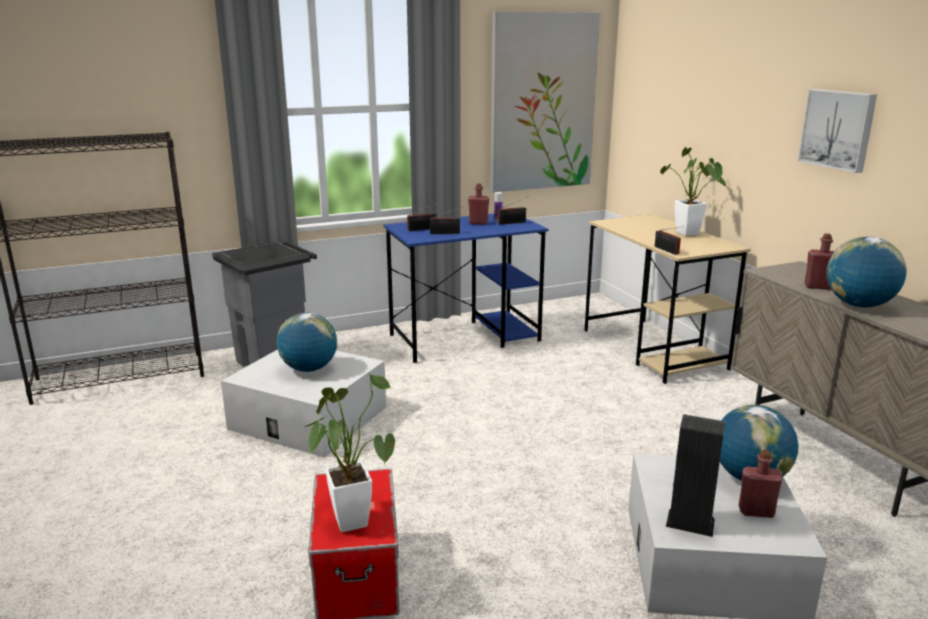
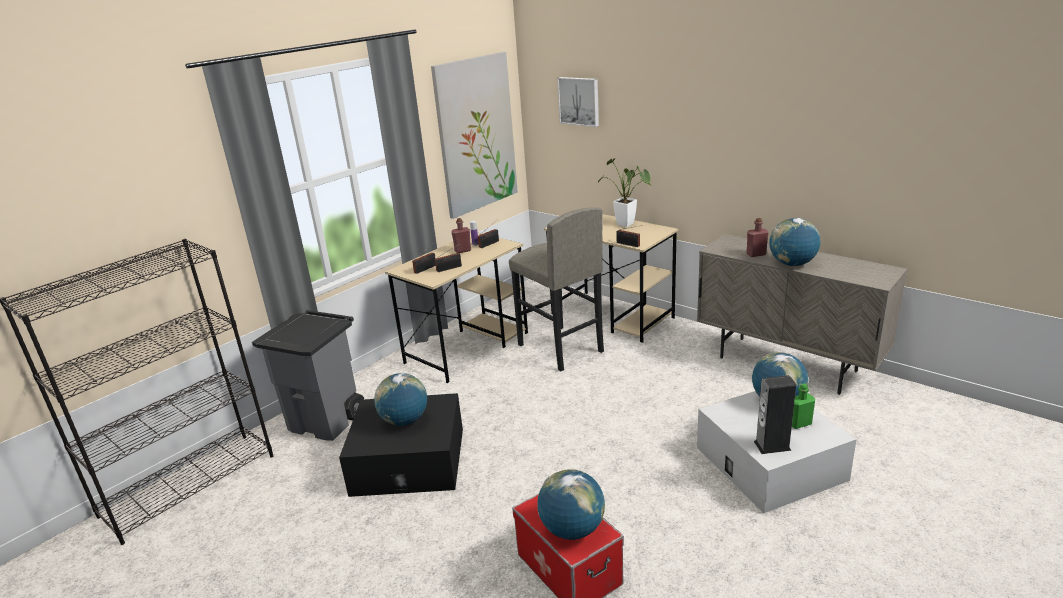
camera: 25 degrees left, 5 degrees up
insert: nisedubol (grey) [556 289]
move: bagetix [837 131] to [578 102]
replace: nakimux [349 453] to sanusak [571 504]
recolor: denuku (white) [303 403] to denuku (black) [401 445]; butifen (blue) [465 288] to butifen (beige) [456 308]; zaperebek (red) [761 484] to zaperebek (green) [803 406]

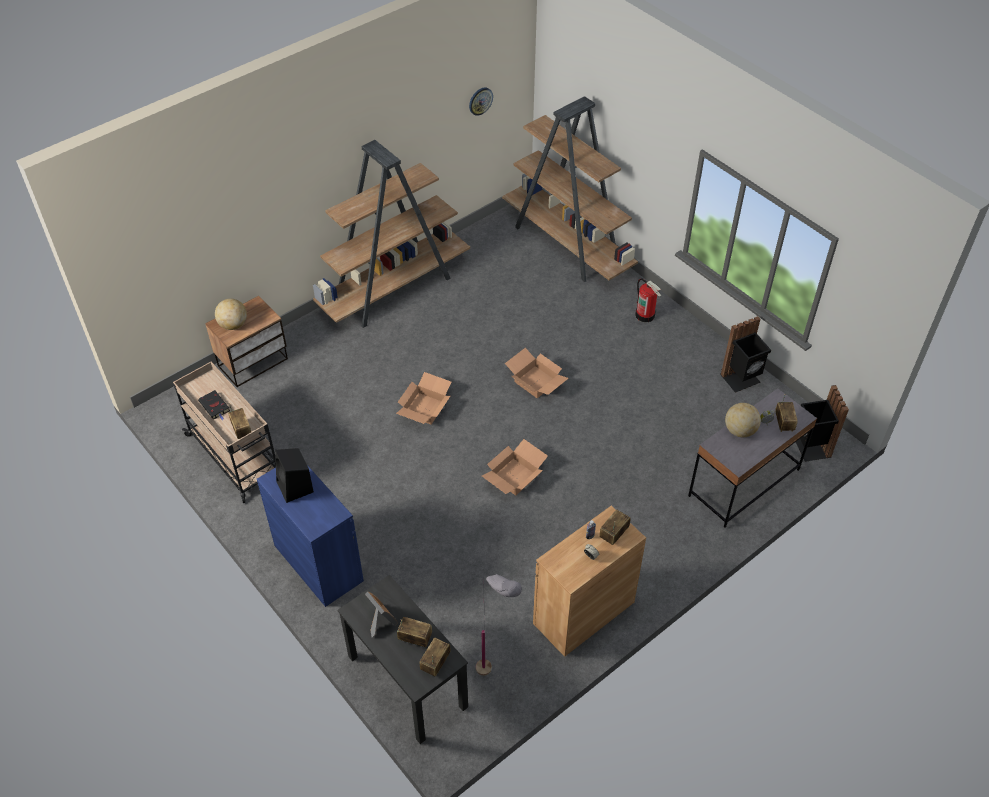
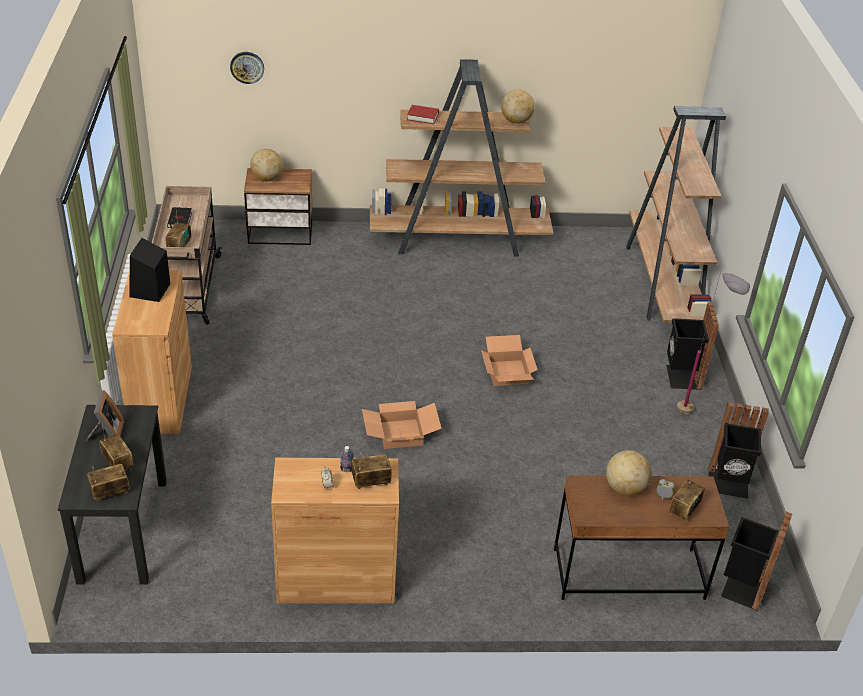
camera: 35 degrees right, 10 degrees down
delete: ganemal [423 398]
insert: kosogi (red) [423 114]; sanusak [518 106]
move: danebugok [481 102] to [247 68]; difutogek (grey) [499 625] to [713 343]
replace: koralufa [648 300] to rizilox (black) [692 346]
recolor: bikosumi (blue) [310 536] to bikosumi (brown) [152 352]; butifen (grey) [752 458] to butifen (brown) [641 537]

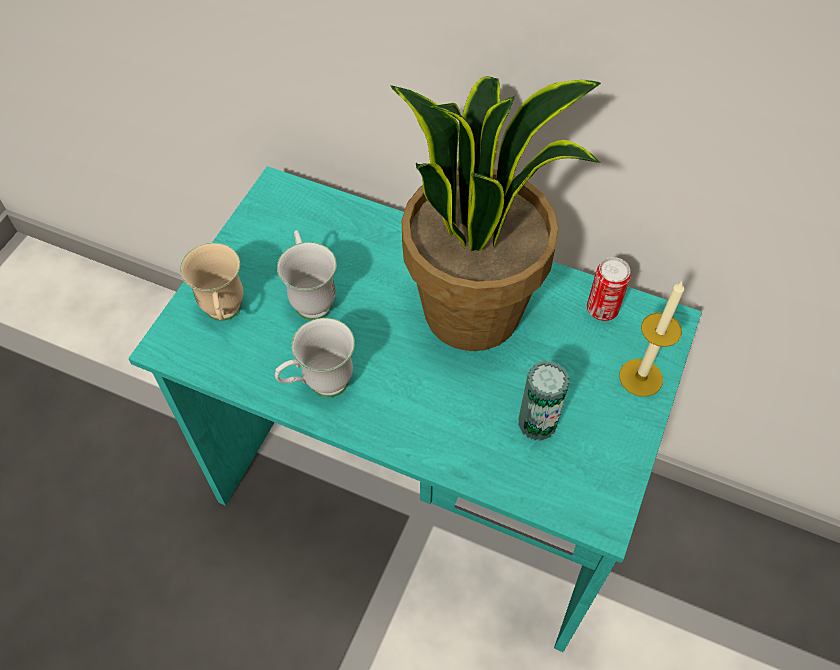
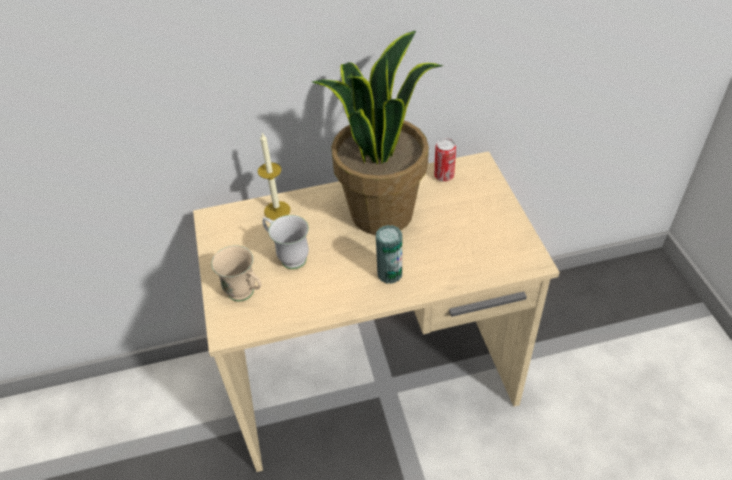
camera: 35 degrees left, 10 degrees down
delete: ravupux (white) [315 357]
move: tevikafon [544 400] to [389 254]; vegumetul [651 339] to [274 176]
recolor: butifen (turquoise) [415 409] to butifen (beige) [376 311]

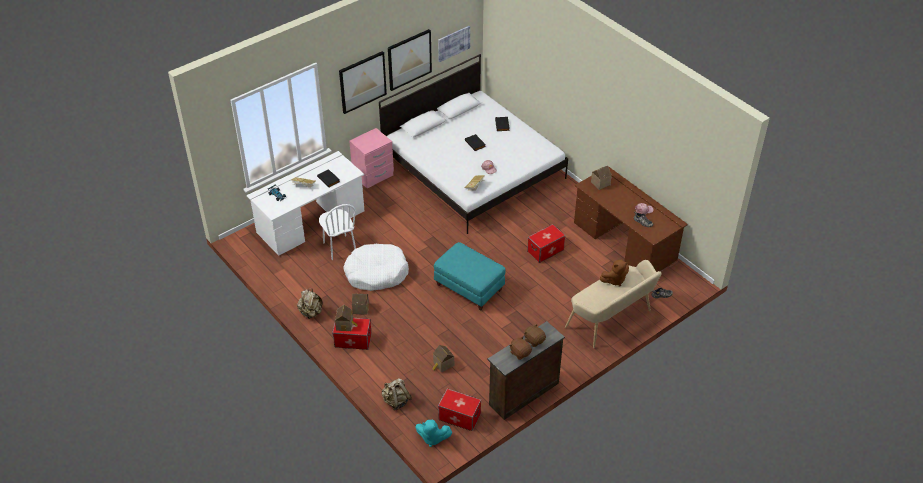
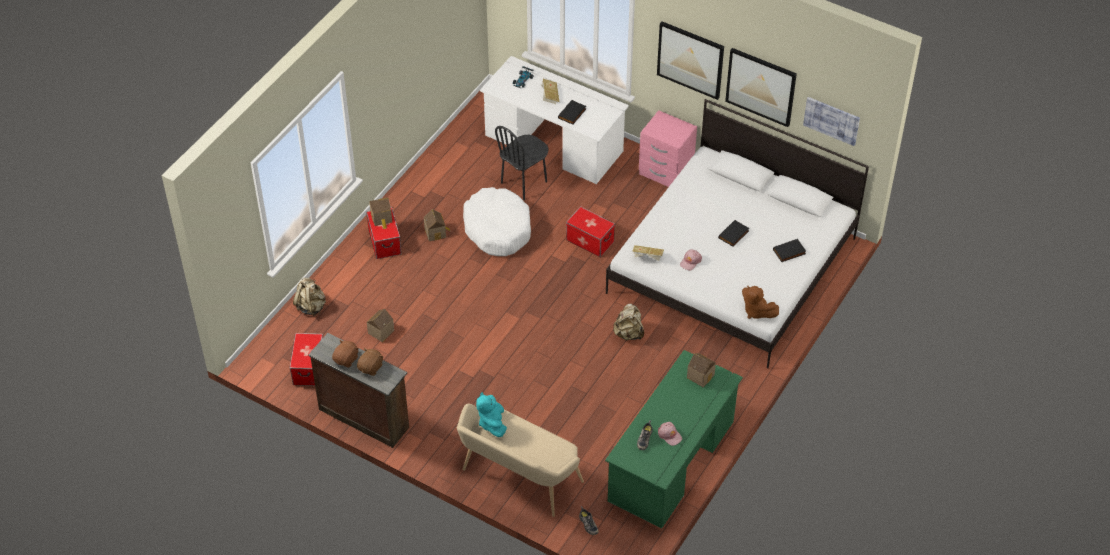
camera: 70 degrees right, 5 degrees up
delete: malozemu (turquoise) [470 276]
move: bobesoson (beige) [310 303] to [628 322]; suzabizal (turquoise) [433 433] to [491 414]; denuku [546 243] to [590 231]; suzabizal (brown) [614 273] to [760 302]
recolor: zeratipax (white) [337 232] to zeratipax (black) [522 163]; butifen (brown) [631 219] to butifen (green) [674 439]

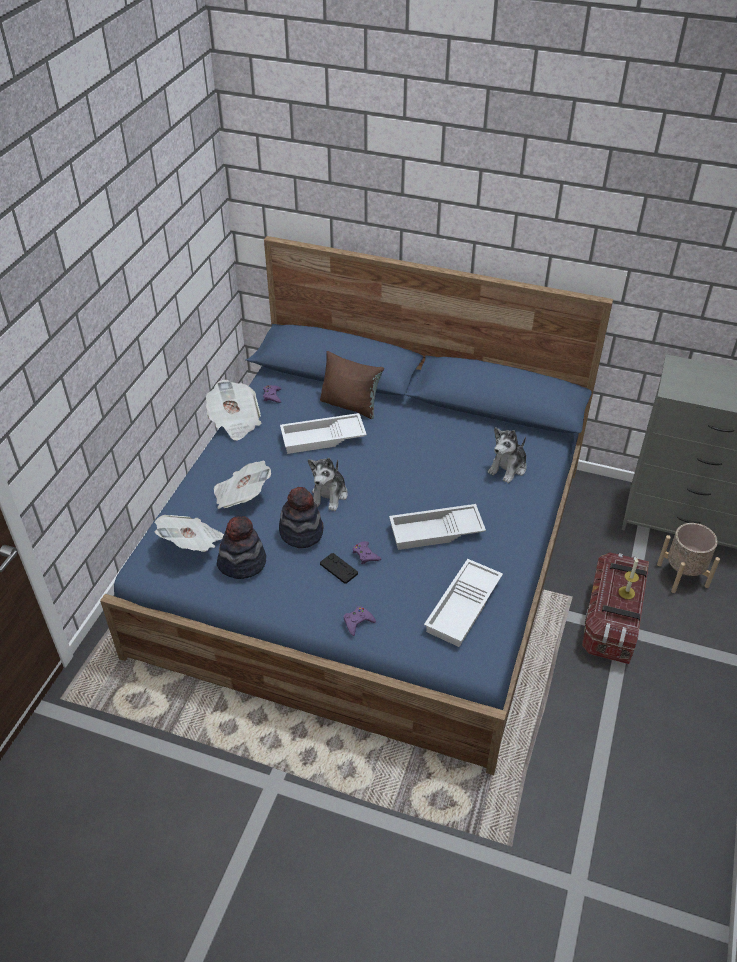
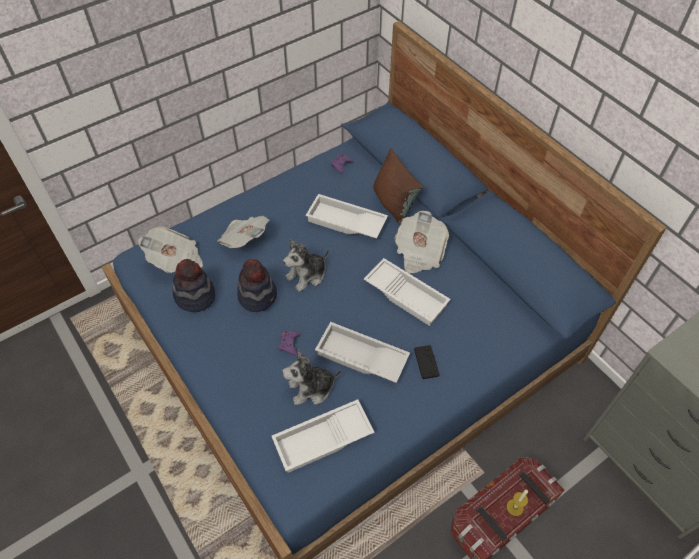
camera: 35 degrees right, 10 degrees up
delete: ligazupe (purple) [360 621]; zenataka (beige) [688 558]
insert: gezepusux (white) [407 292]
move: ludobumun [233 410] to [422 242]; ligazupe (black) [339 568] to [427 362]; suzabizal [507 455] to [311 377]

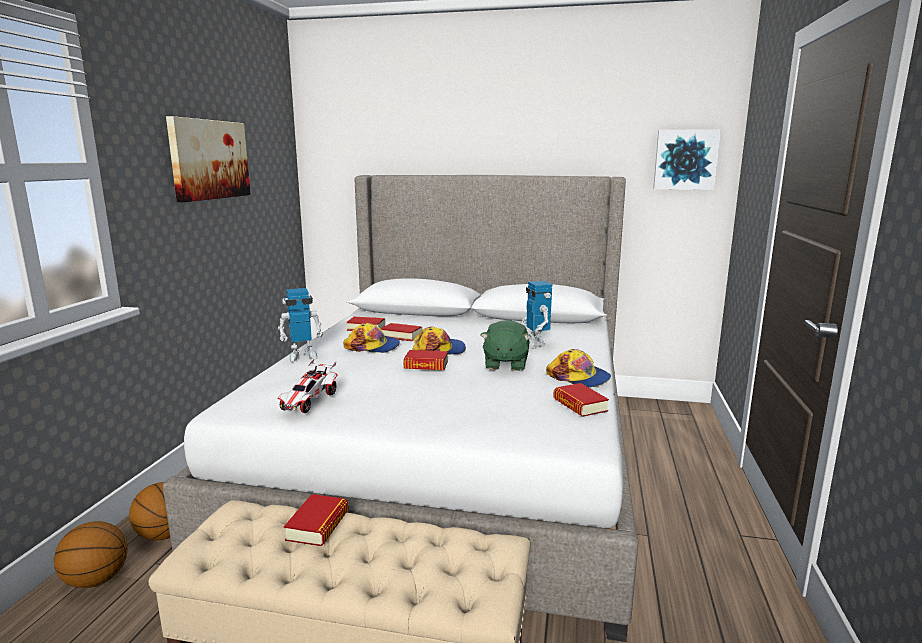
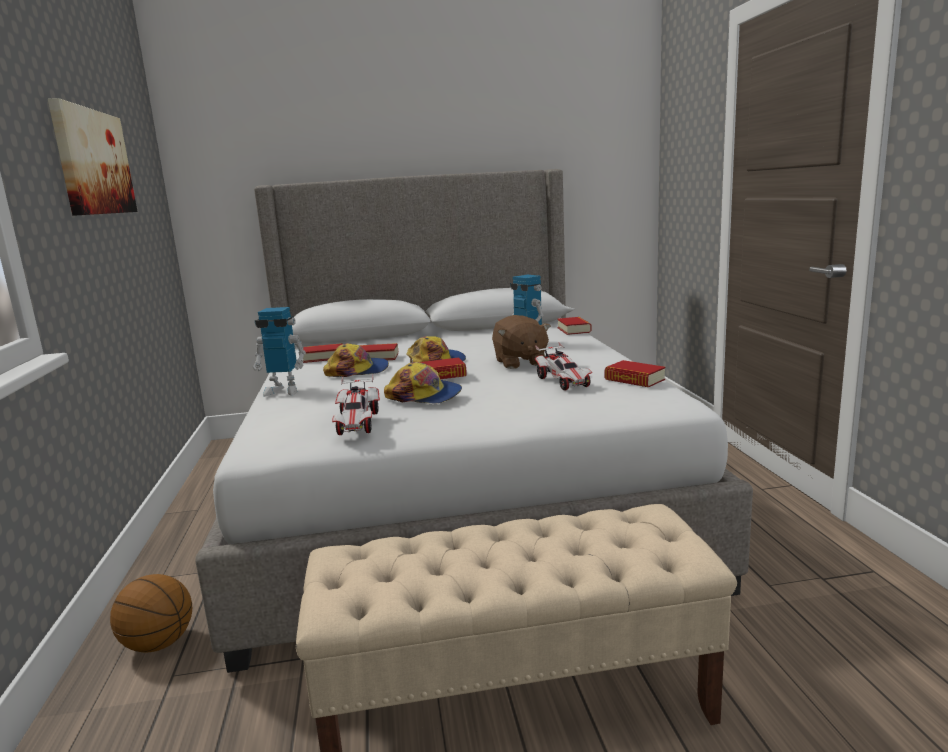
camera: 20 degrees left, 0 degrees up
delete: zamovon [91 554]; bagetix [687 159]
insert: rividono [563 366]
move: kosogi [316 520] to [574 326]; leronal [578 368] to [423 383]
recolor: suzabizal (green) [505 345] to suzabizal (brown) [521 342]
rotate: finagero [300 325] = [279 352] 45 degrees clockwise

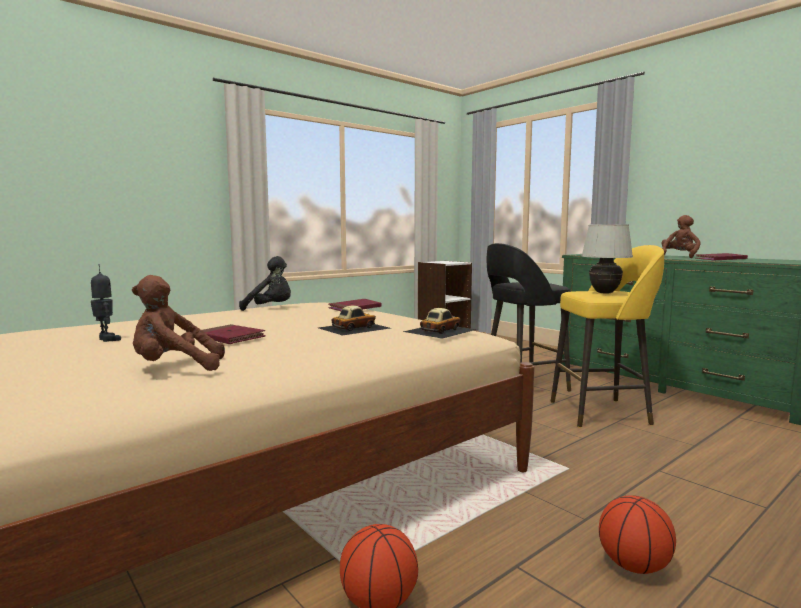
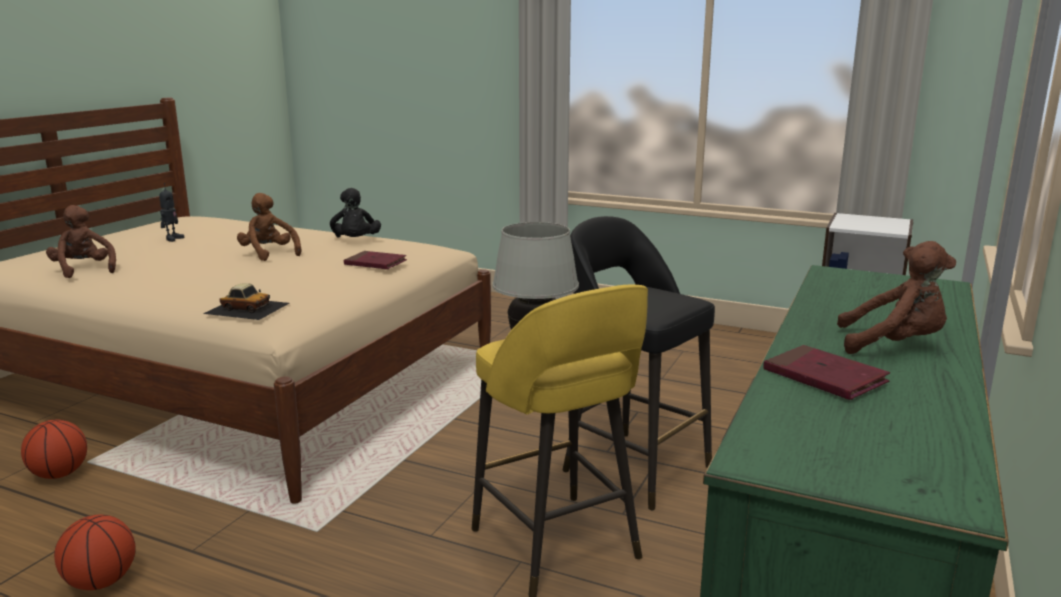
camera: 65 degrees right, 10 degrees up
delete: kosogi (red) [234 334]; rividono [354 320]
insert: suzabizal (brown) [269 227]

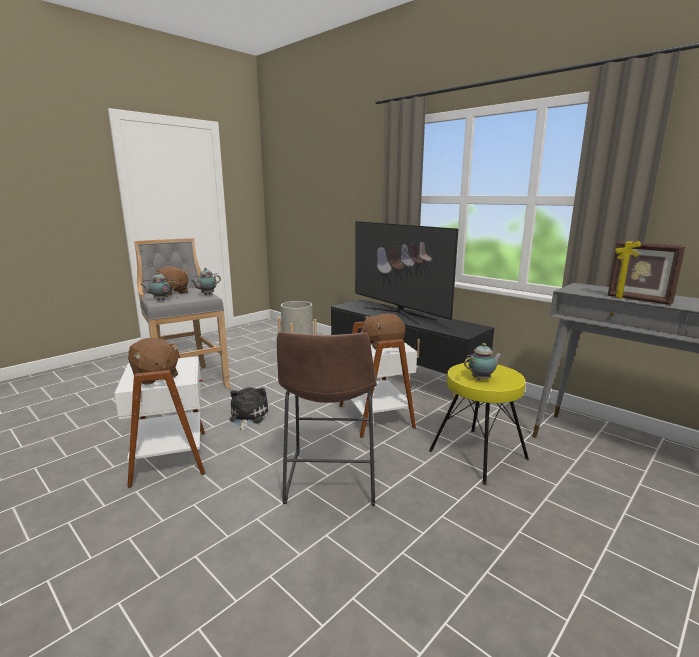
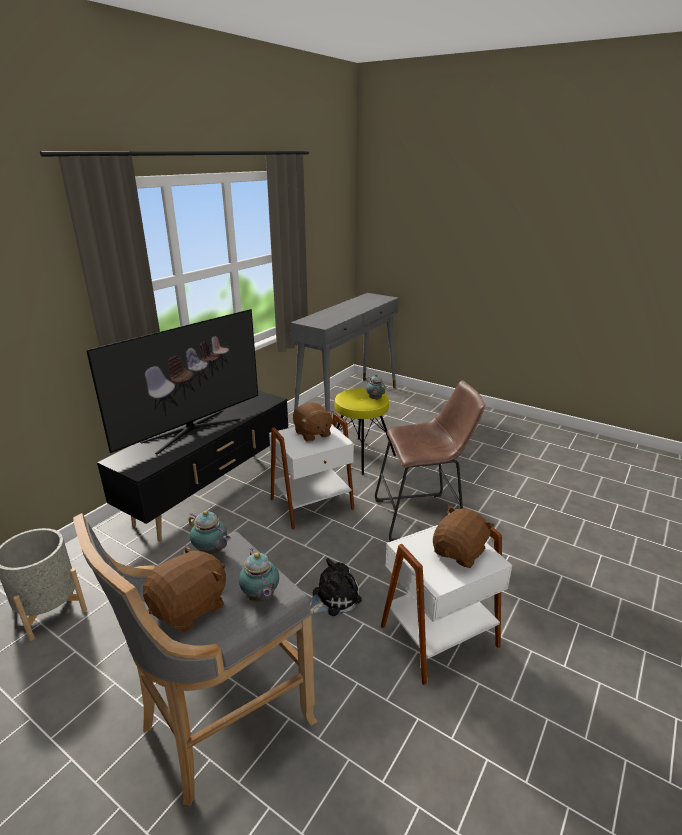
camera: 100 degrees left, 10 degrees up
delete: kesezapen [647 273]
rotate: suzabizal [248 409] = [336 587] 150 degrees clockwise

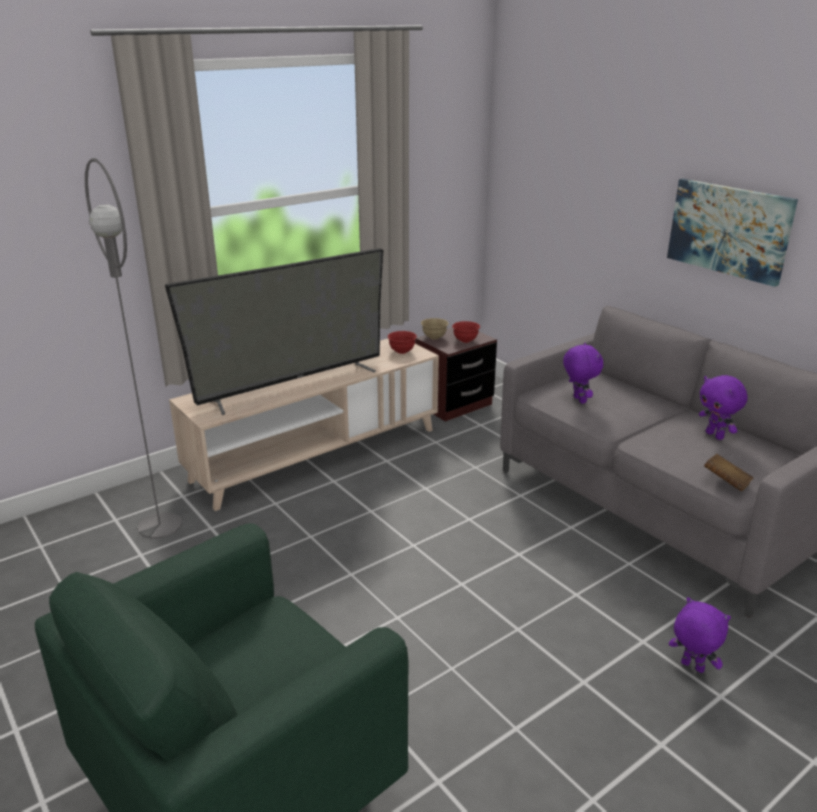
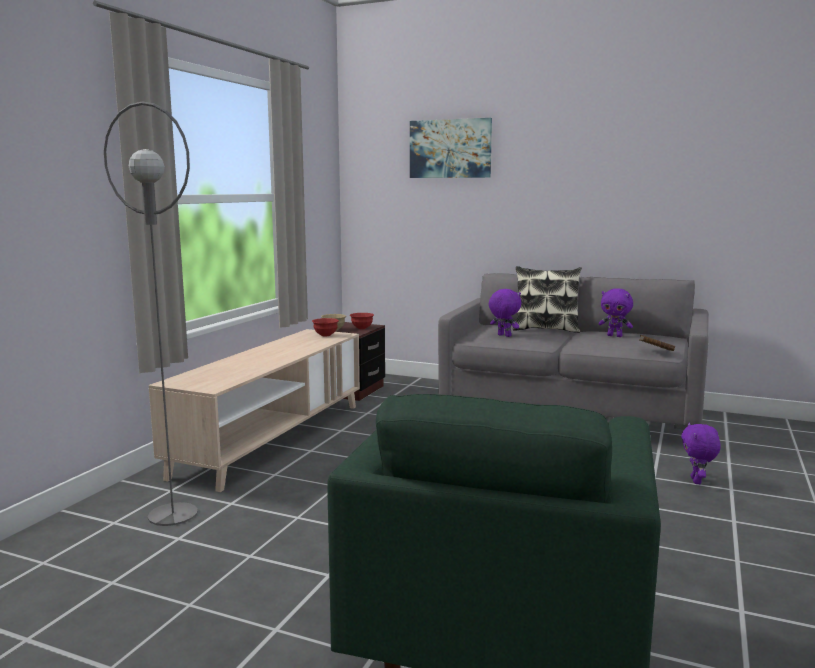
camera: 30 degrees left, 15 degrees down
delete: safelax [274 331]
insert: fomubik [547 299]
move: bagetix [732 233] to [451 148]
rotate: suzabizal (purple) [700 635] = [701 453] 90 degrees counterclockwise

